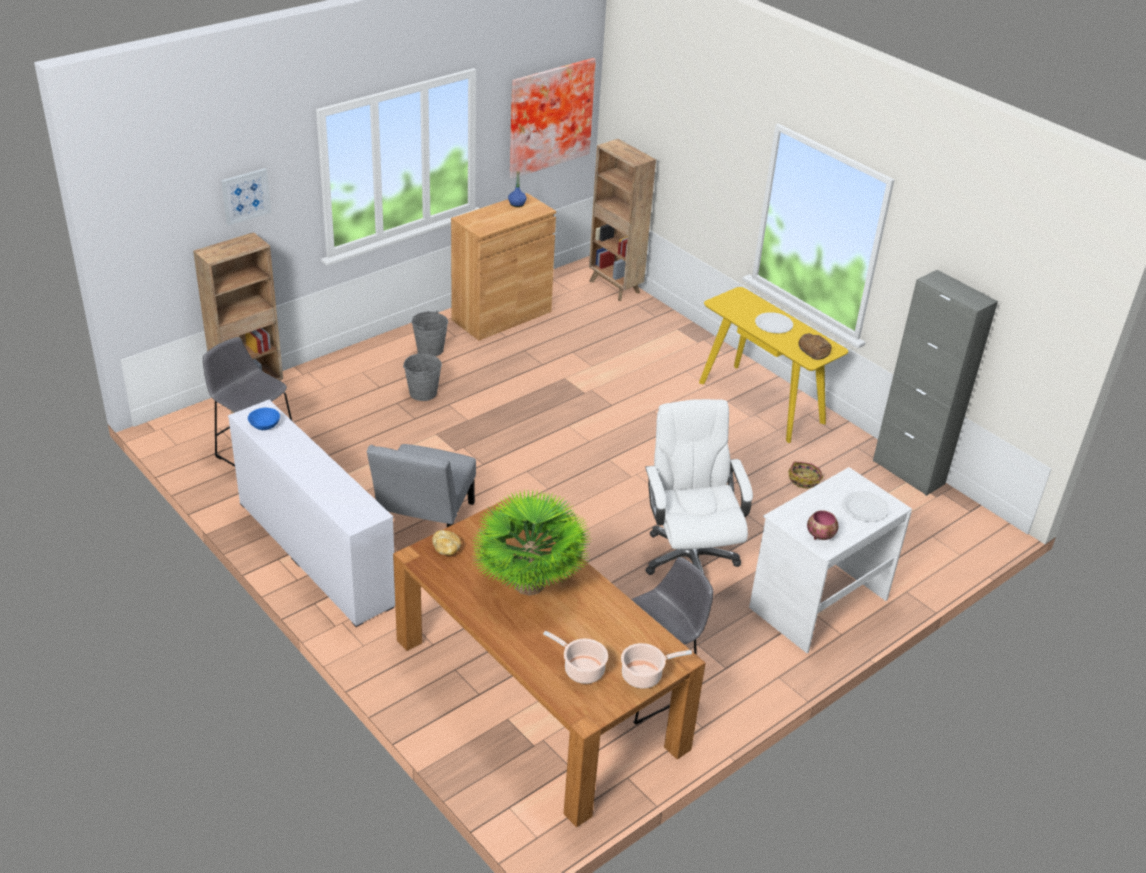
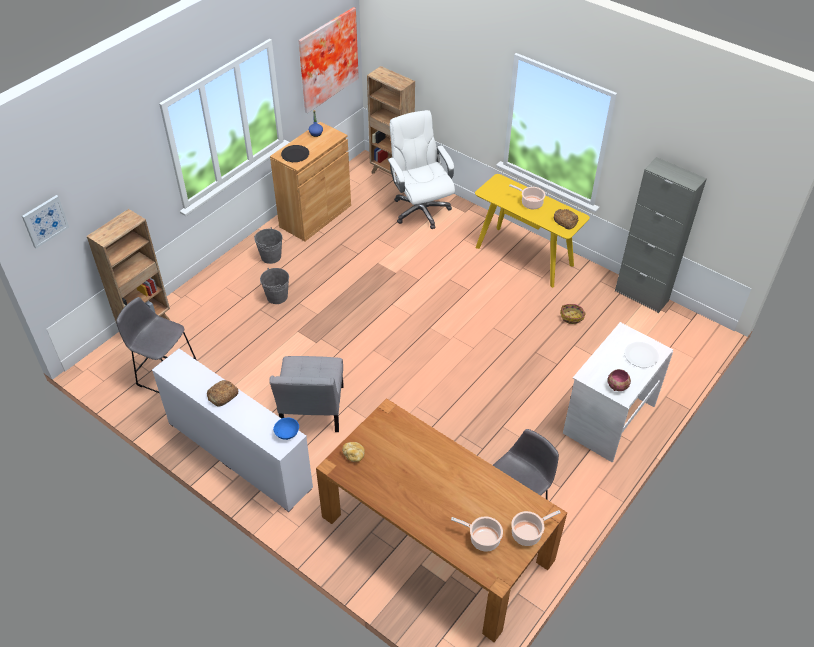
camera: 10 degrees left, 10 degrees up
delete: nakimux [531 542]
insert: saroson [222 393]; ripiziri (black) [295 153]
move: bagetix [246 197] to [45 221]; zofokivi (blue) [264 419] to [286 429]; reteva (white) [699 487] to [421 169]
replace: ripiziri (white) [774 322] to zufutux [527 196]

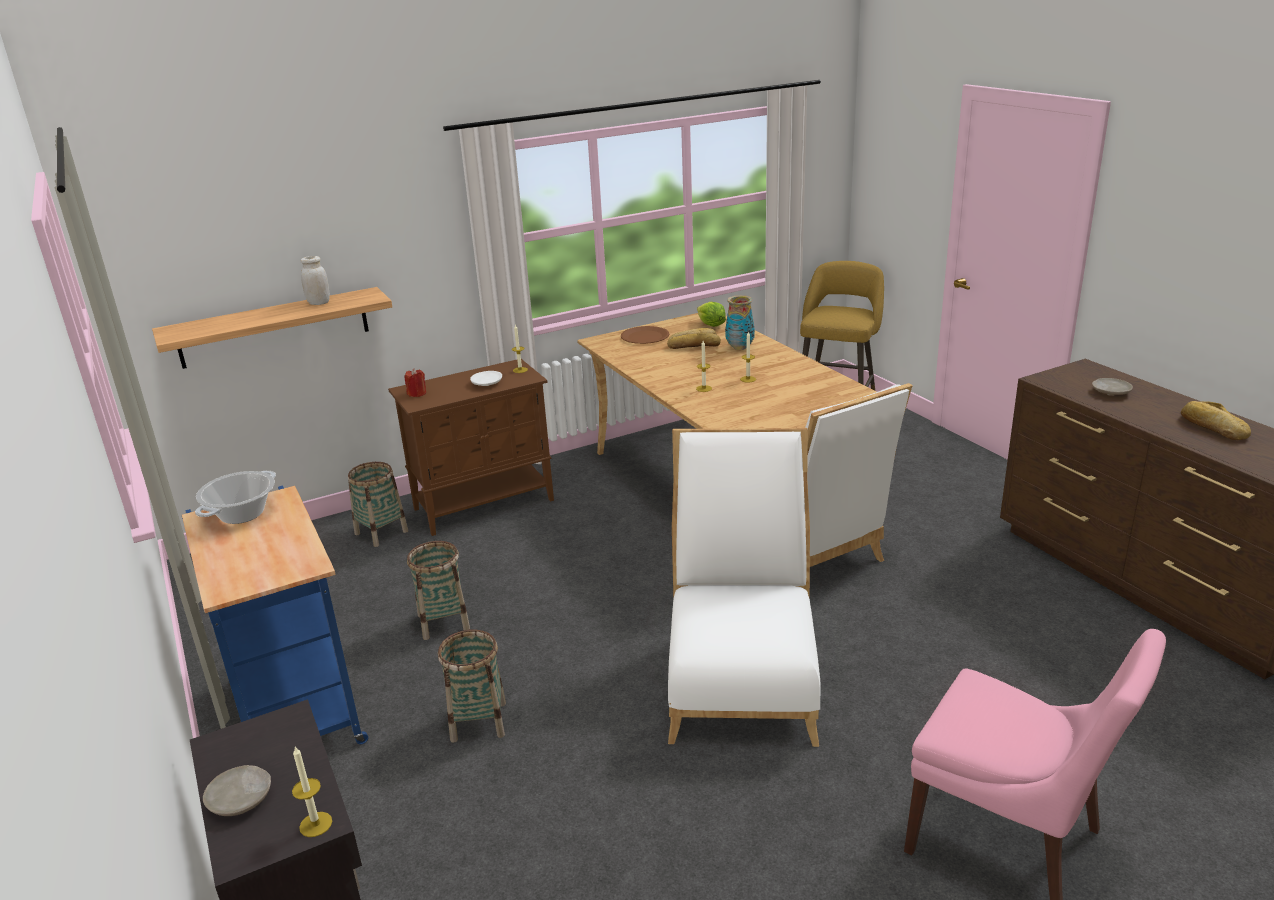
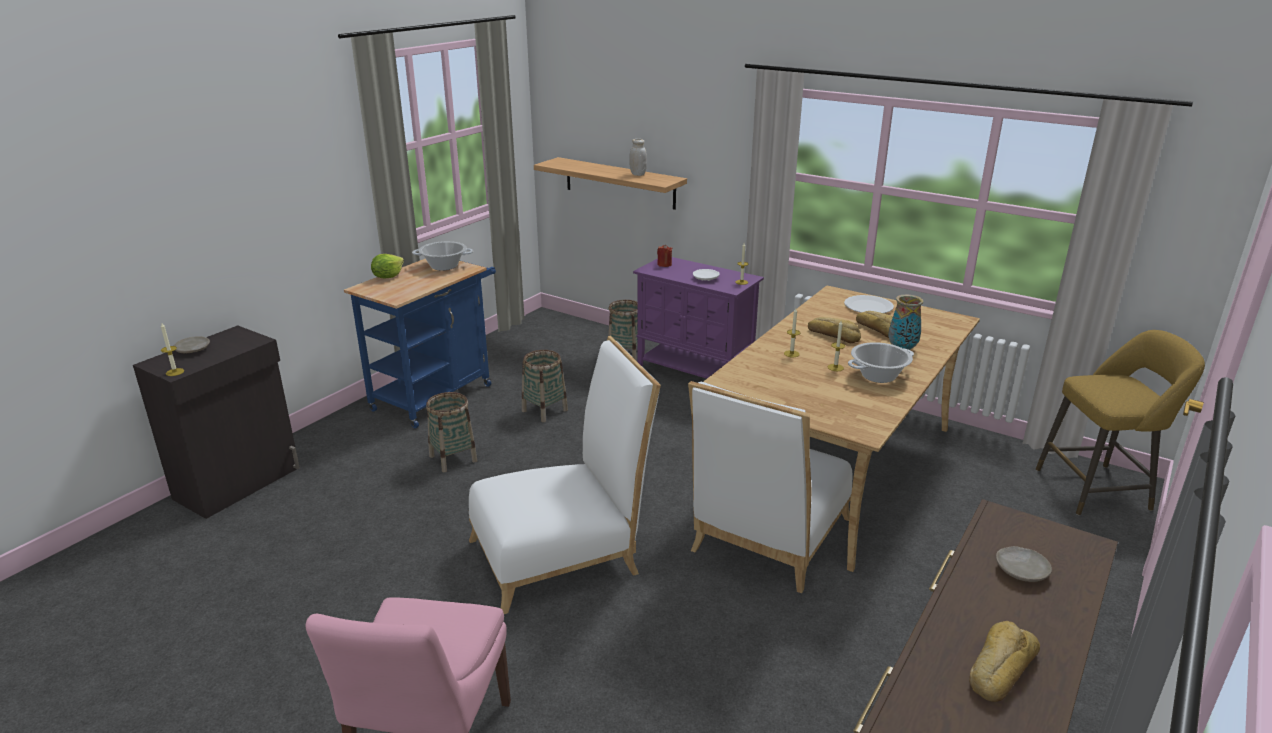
camera: 60 degrees right, 0 degrees up
insert: saroson [834 330]; zufutux [881 362]
move: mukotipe [711 314] to [387 266]
recolor: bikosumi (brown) [471 447] to bikosumi (purple) [698 318]; ripiziri (brown) [645 335] to ripiziri (white) [869 304]

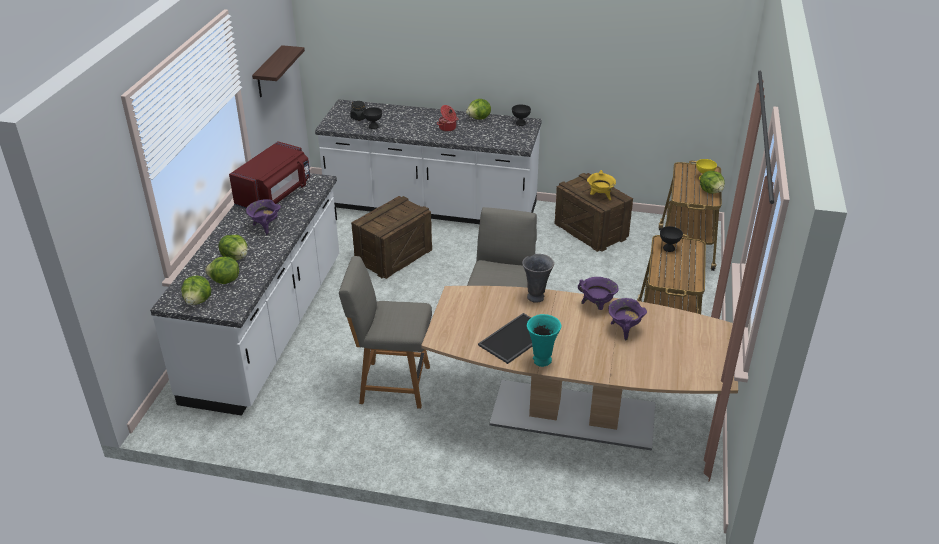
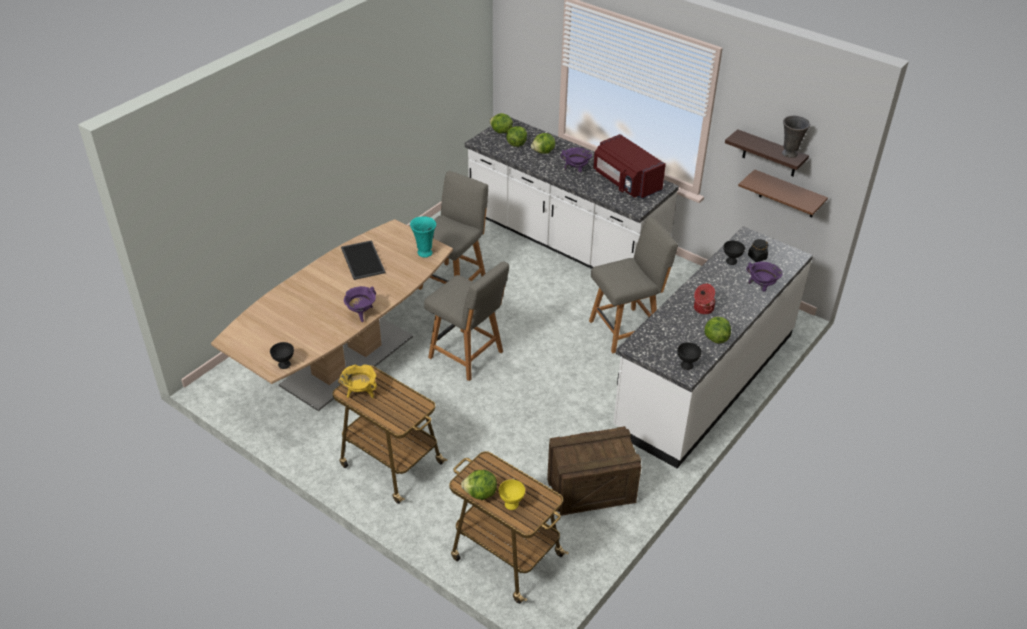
camera: 115 degrees right, 5 degrees up
insert: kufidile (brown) [783 193]
move: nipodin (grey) [538 278] to [796 137]; nipodin (turquoise) [544 340] to [423 236]; zufutux (yellow) [601 185] to [358 381]; zufutux (purple) [627 319] to [764 276]; zofokivi (black) [671 239] to [282 355]
replace: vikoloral [391 237] to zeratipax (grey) [633 285]

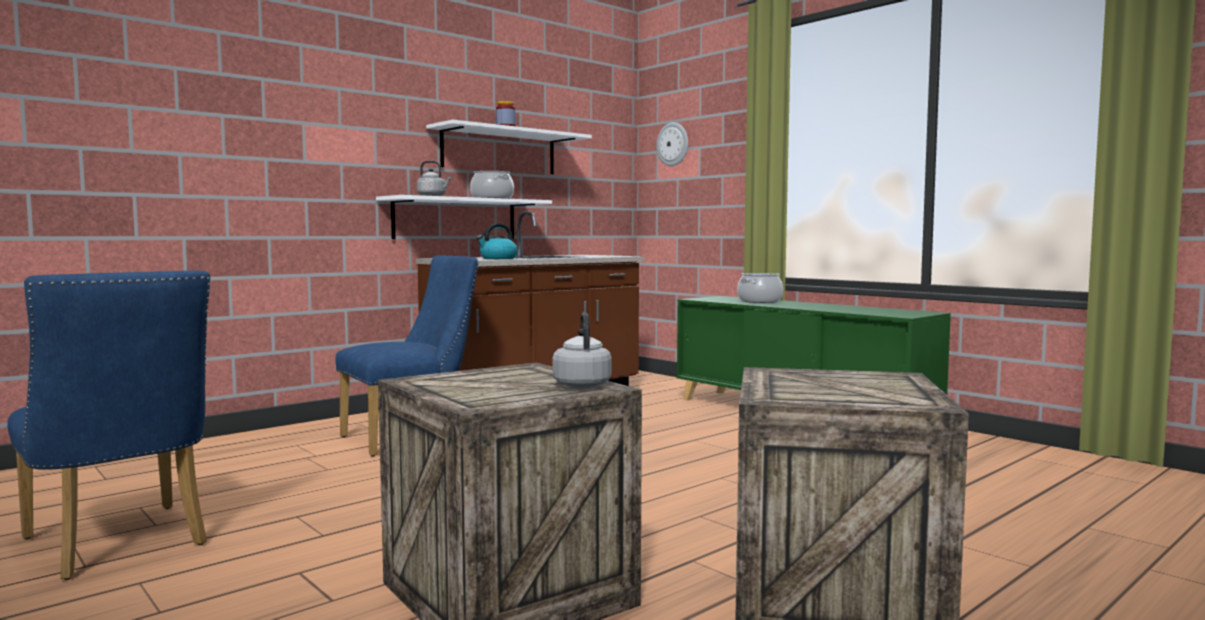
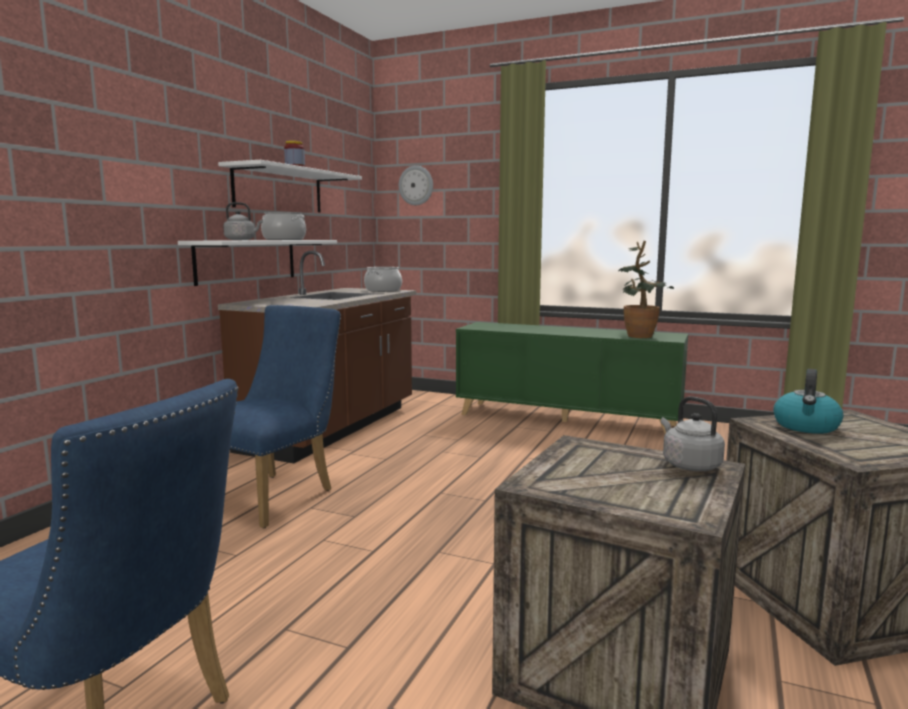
camera: 25 degrees left, 5 degrees up
insert: nakimux [646 289]
move: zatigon [496 241] to [808 401]; zufutux [760 288] to [383 279]

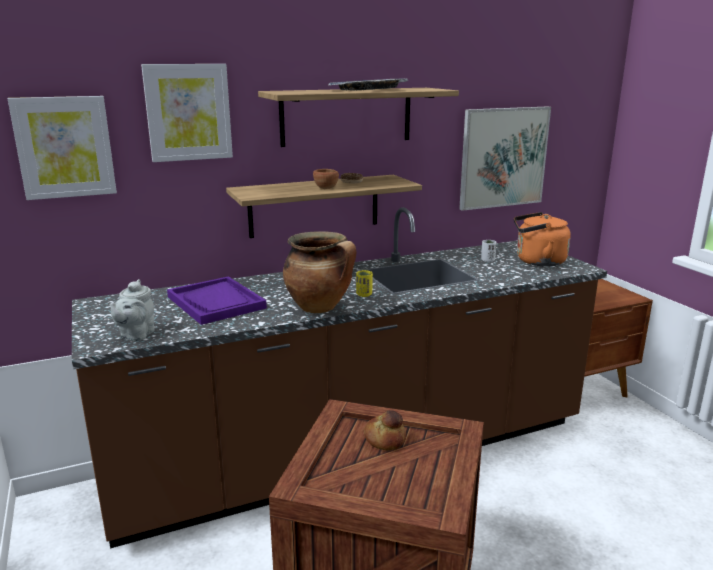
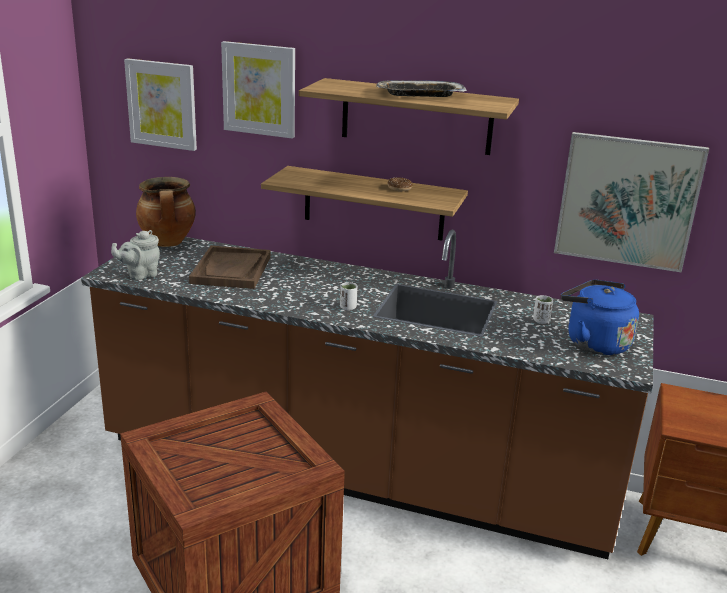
camera: 40 degrees right, 5 degrees up
delete: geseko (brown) [326 179]; saroson [385 430]
move: zufutux [320 272] to [166 212]
recolor: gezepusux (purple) [217 300] to gezepusux (brown) [230 267]; geseko (yellow) [364 283] to geseko (white) [349 296]; zatigon (orange) [542 239] to zatigon (blue) [600 317]

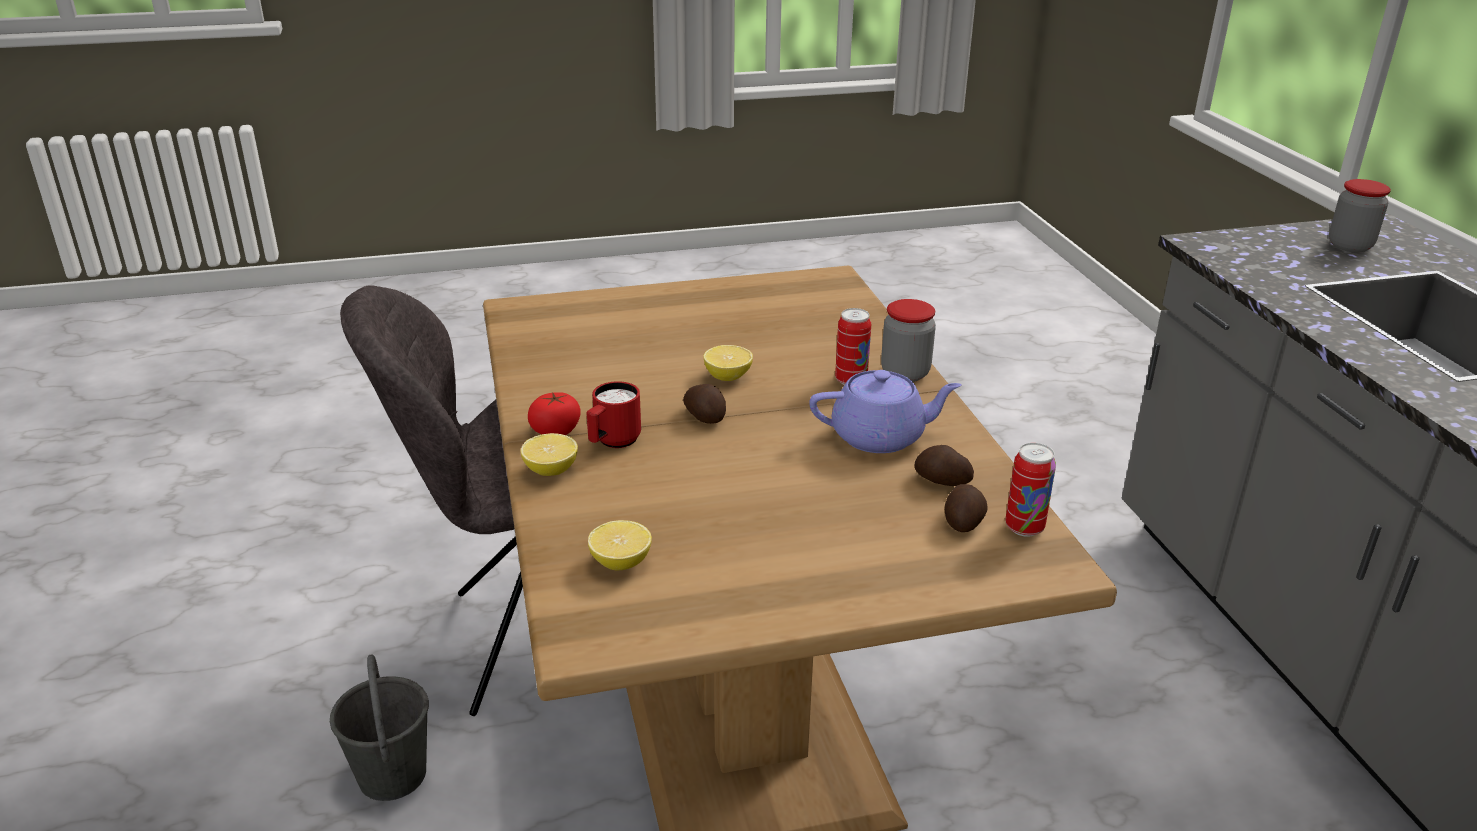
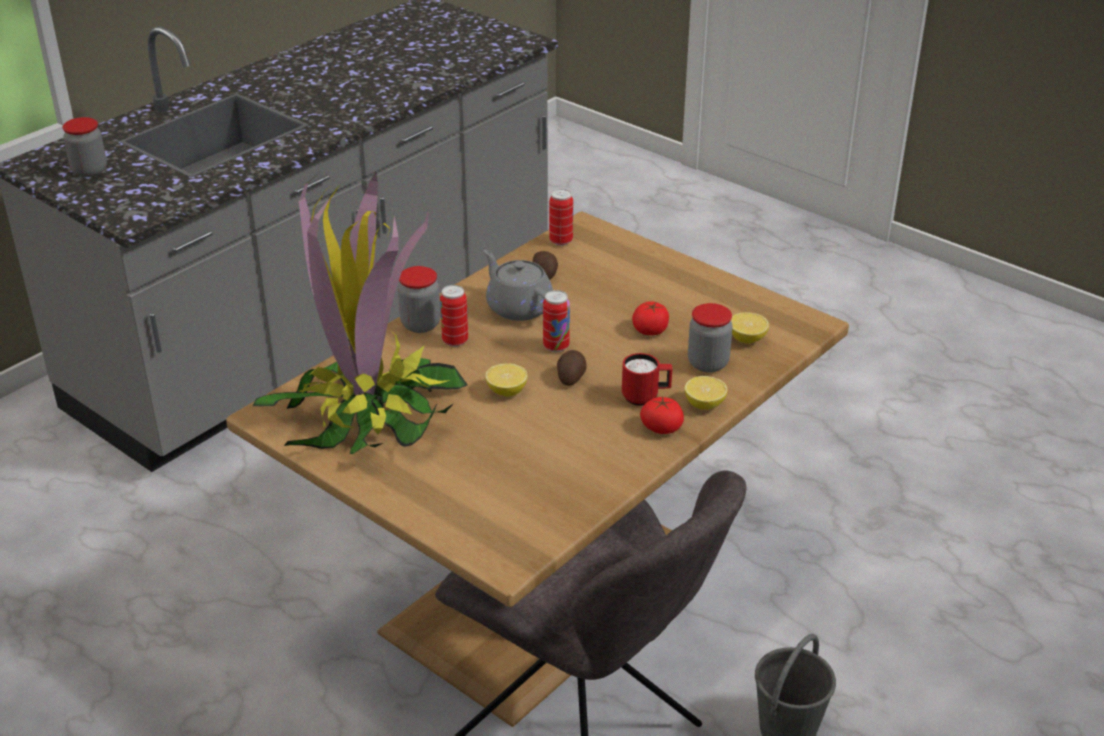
camera: 125 degrees left, 5 degrees up
delete: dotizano [966 508]
insert: nakimux [360 313]; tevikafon [556 321]; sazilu [650 318]; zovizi [710 338]
recolor: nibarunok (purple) [885 411] to nibarunok (grey) [518 285]

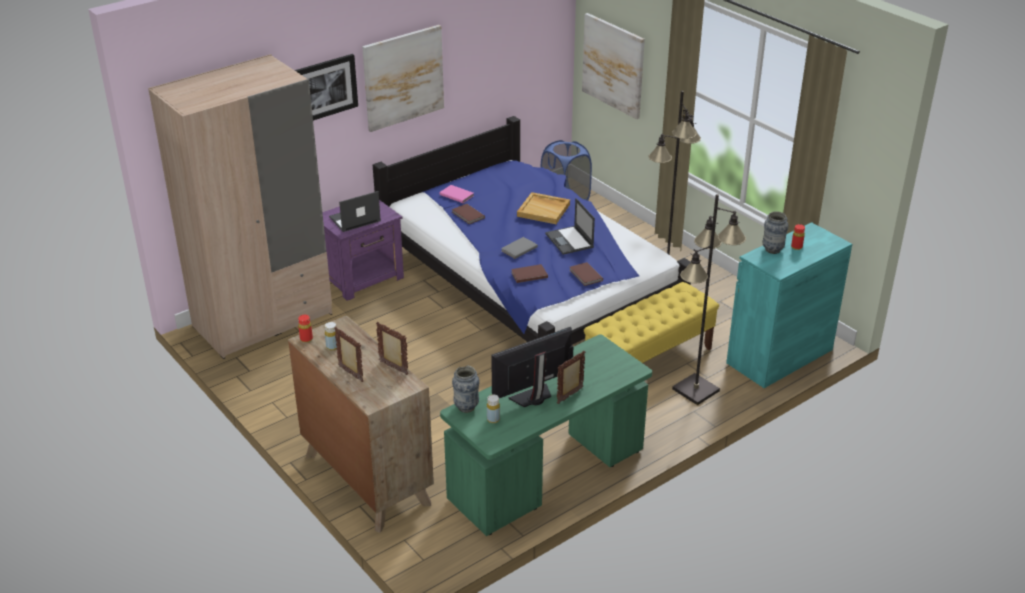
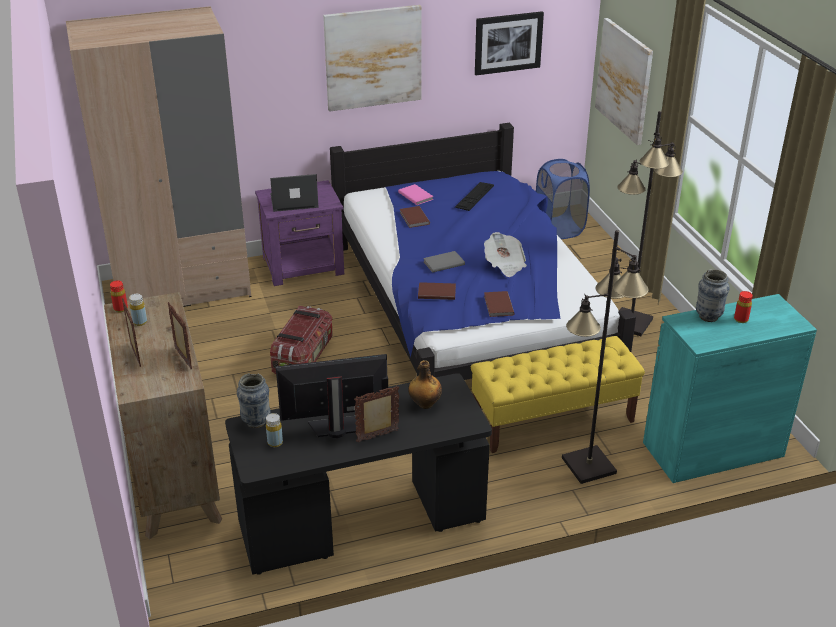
camera: 20 degrees right, 0 degrees up
delete: gezepusux (beige) [543 208]
insert: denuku [301 340]; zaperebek [425 384]; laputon [474 196]
move: bagetix [326 87] to [509 43]
replace: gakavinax [570 226] to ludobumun [505 254]
recolor: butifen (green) [546 435] to butifen (black) [358 474]

